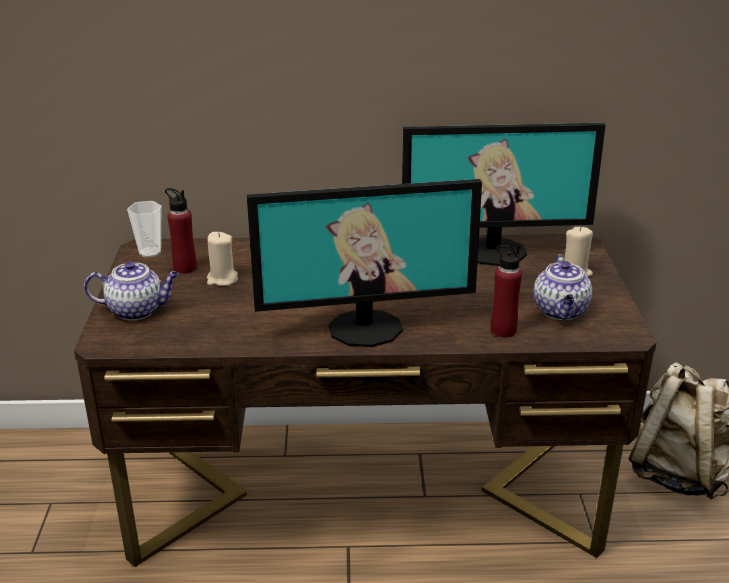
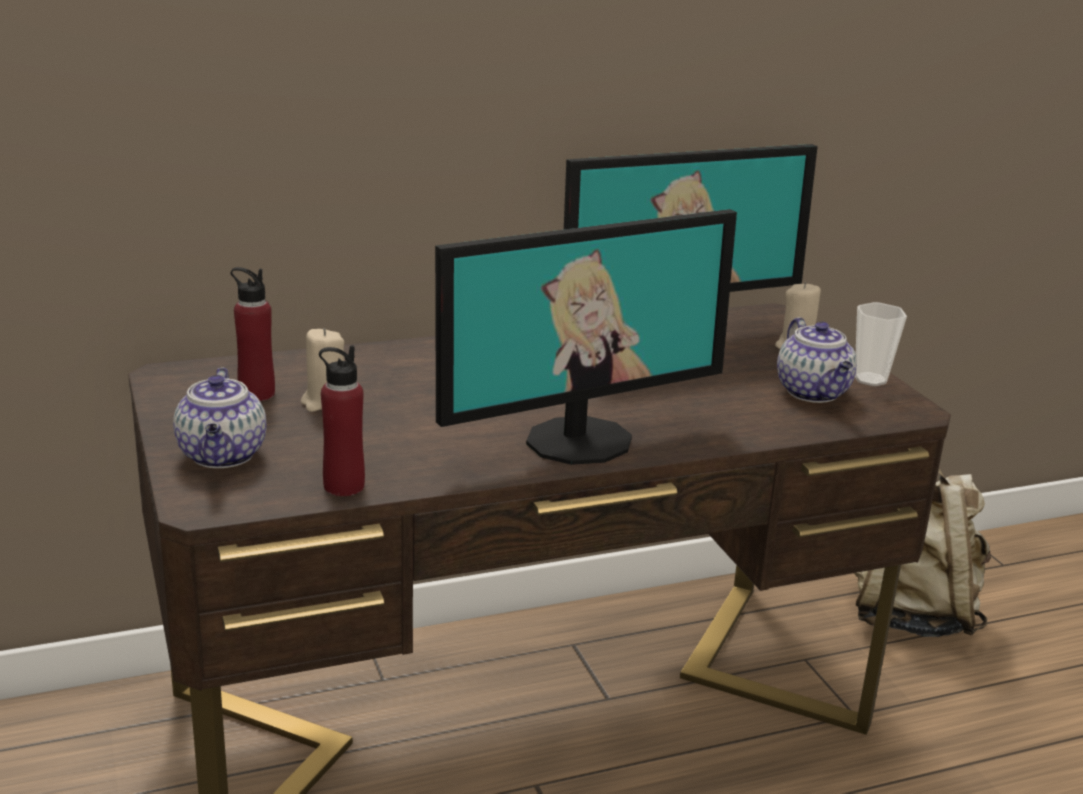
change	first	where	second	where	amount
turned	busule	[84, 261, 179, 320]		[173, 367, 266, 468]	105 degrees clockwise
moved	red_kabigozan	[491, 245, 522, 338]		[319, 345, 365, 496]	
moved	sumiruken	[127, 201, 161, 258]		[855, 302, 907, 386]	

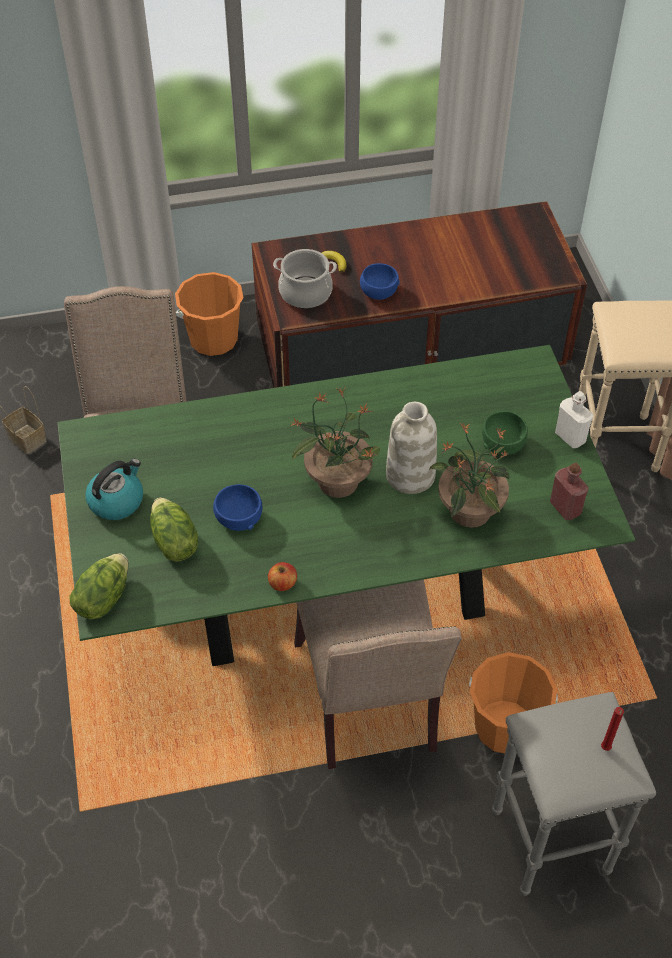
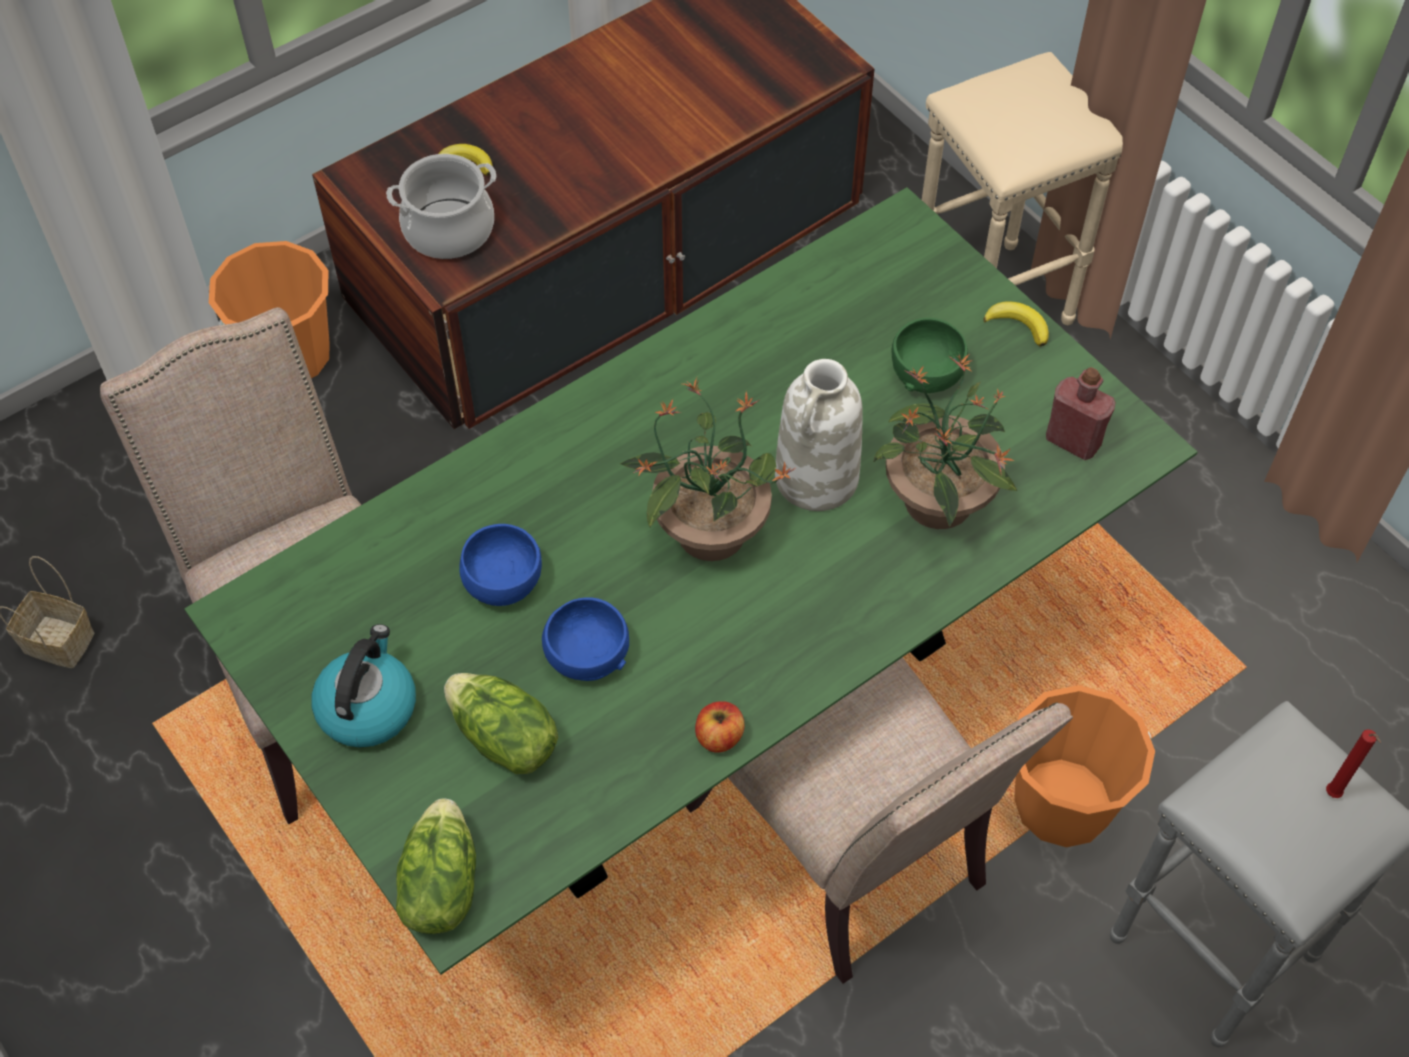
change	first	where	second	where	amount
moved	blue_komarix	[360, 263, 400, 300]		[459, 524, 542, 606]	
replaced	white_kabigozan	[555, 391, 593, 448]	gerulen	[983, 302, 1049, 347]	

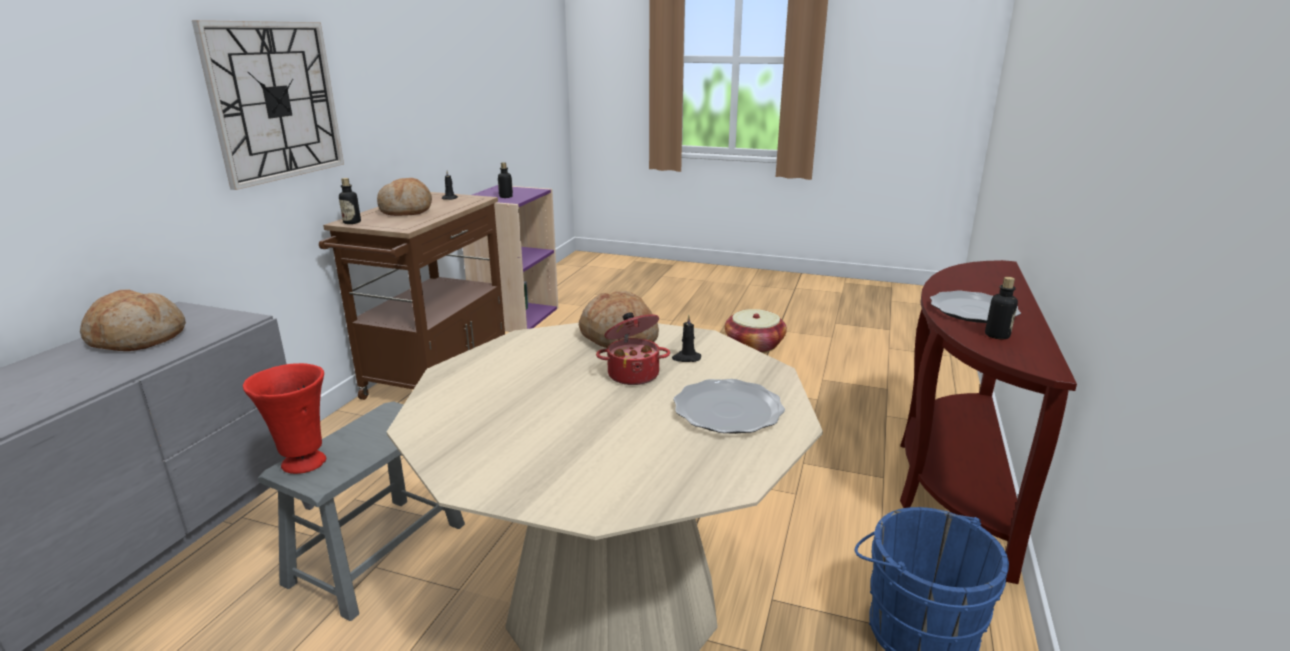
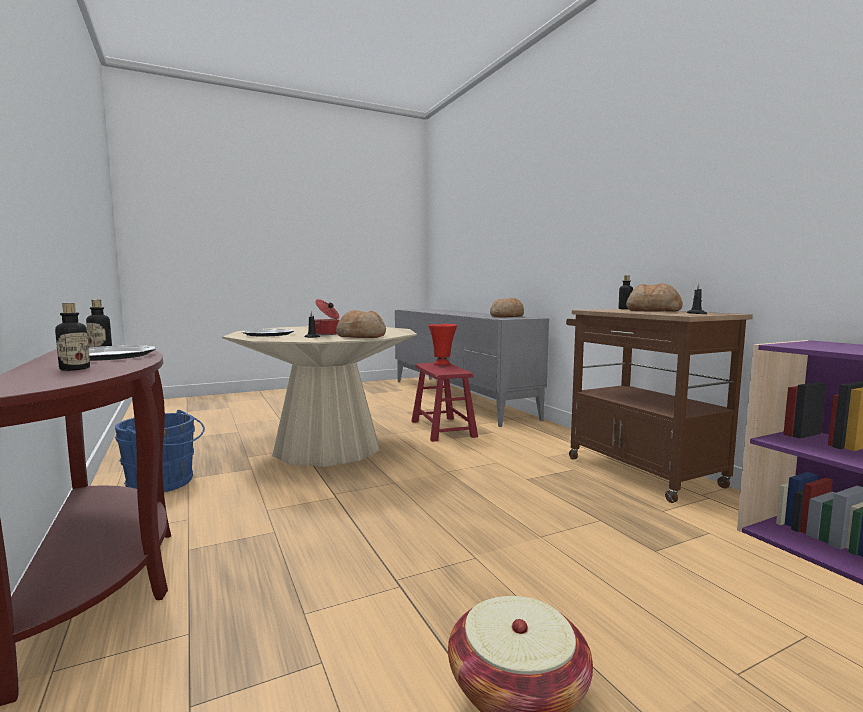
change	first	where	second	where	amount
moved	kabigozan	[498, 163, 513, 198]		[55, 303, 90, 371]	
recoloured	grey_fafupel	[258, 401, 465, 621]	red_fafupel	[411, 363, 478, 442]	
removed	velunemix	[192, 20, 344, 190]			

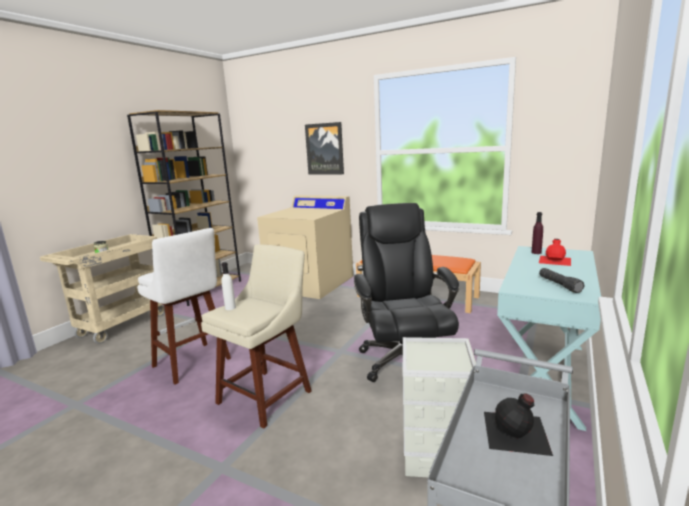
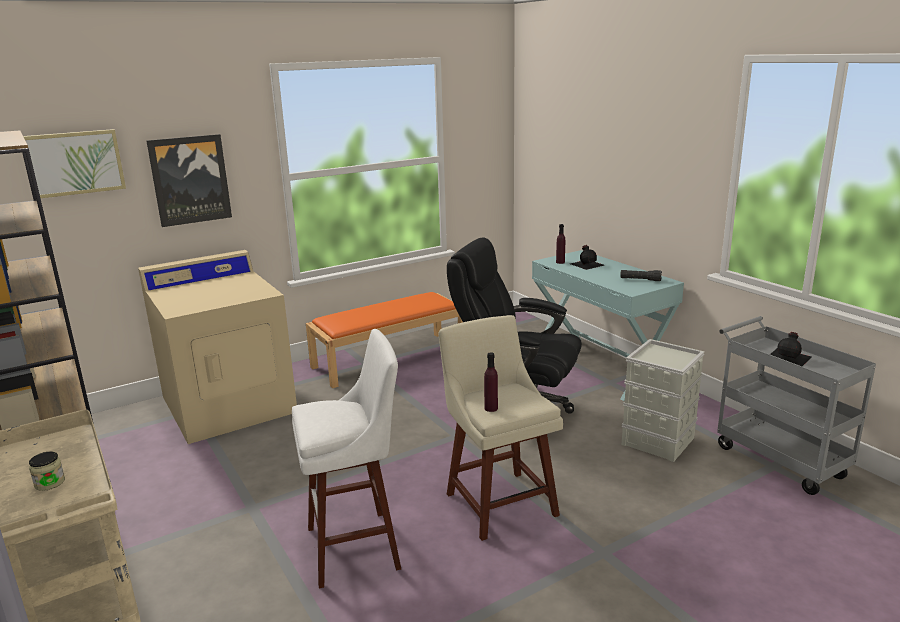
change	first	where	second	where	amount
added			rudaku	[23, 129, 126, 198]	
recoloured	white_kabigozan	[221, 262, 236, 310]	purple_kabigozan	[484, 352, 498, 412]	
recoloured	red_kabigozan	[539, 239, 571, 266]	black_kabigozan	[571, 245, 604, 270]	

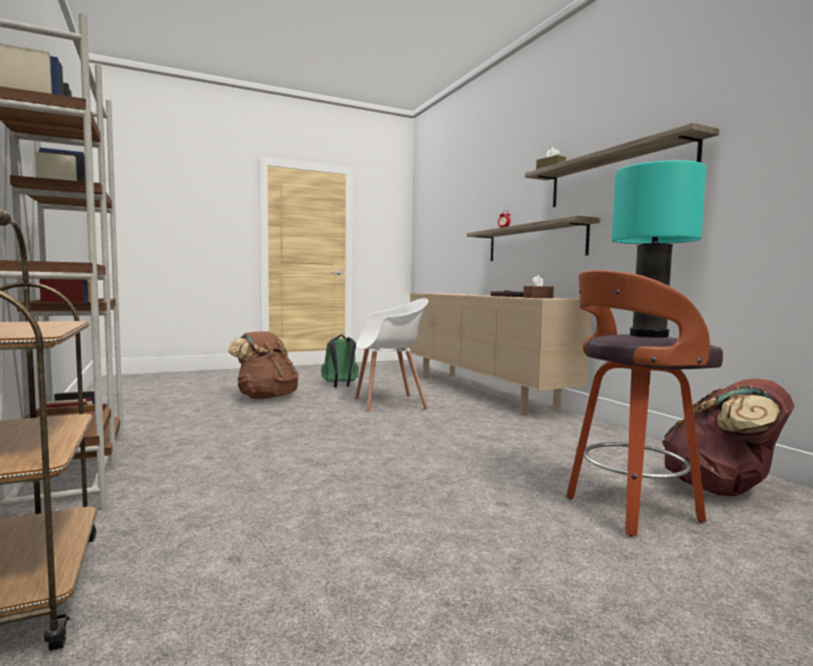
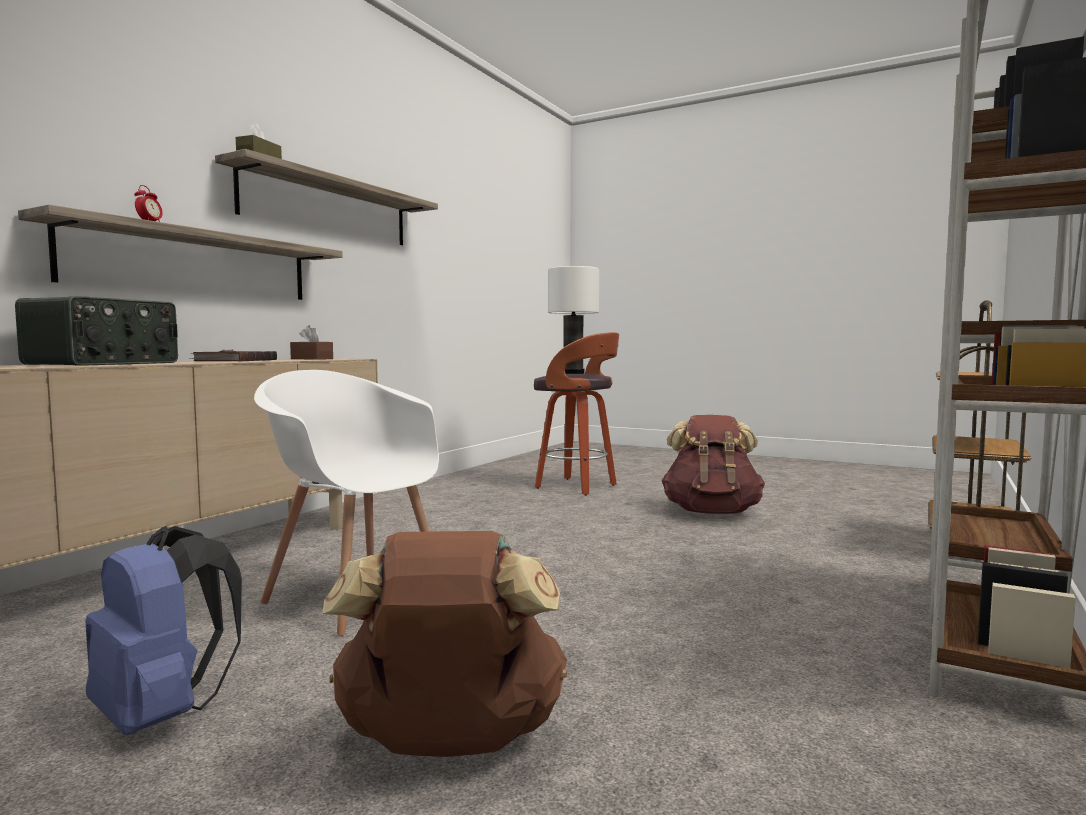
change	first	where	second	where	amount
added			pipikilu	[15, 296, 178, 366]	
recoloured	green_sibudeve	[321, 335, 359, 388]	blue_sibudeve	[85, 526, 242, 735]	
recoloured	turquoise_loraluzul	[612, 160, 706, 338]	white_loraluzul	[548, 266, 599, 374]	
moved	brown_sibudeve	[662, 378, 795, 496]		[662, 415, 765, 514]	

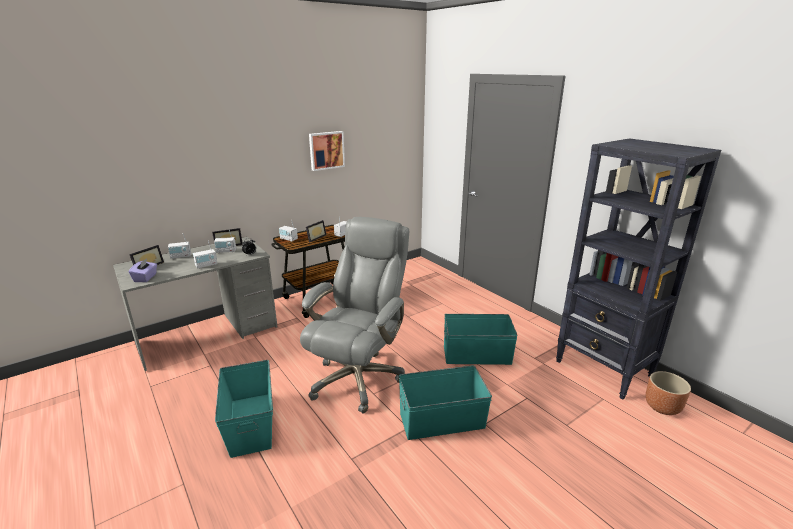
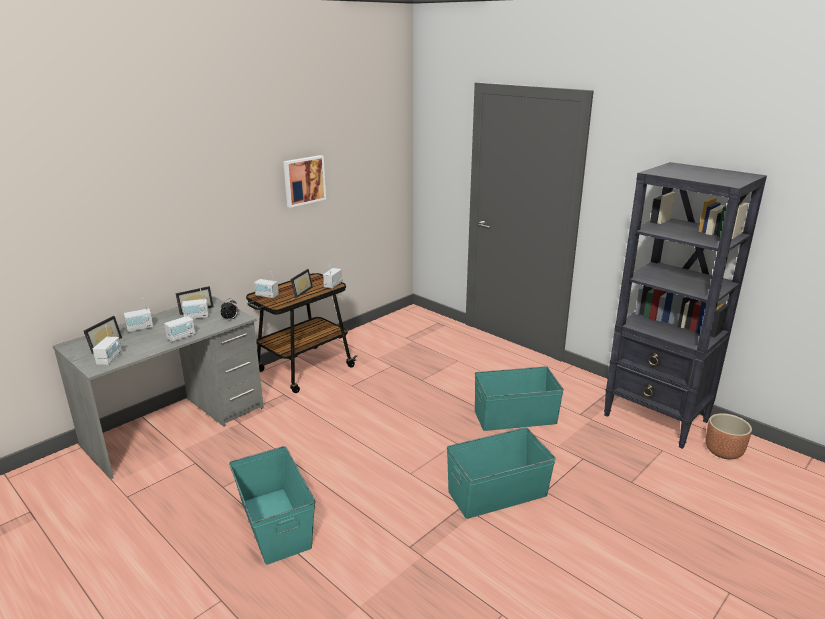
change	first	where	second	where	amount
replaced	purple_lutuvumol	[129, 258, 157, 282]	pipikilu	[93, 325, 122, 365]	
removed	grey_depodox	[300, 217, 409, 413]			

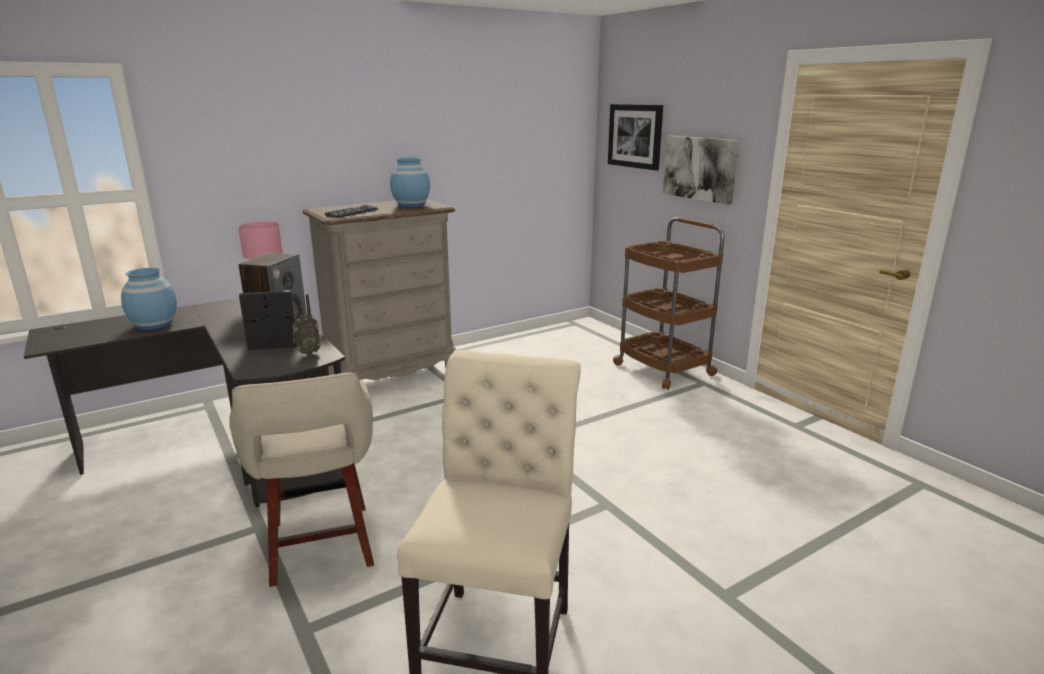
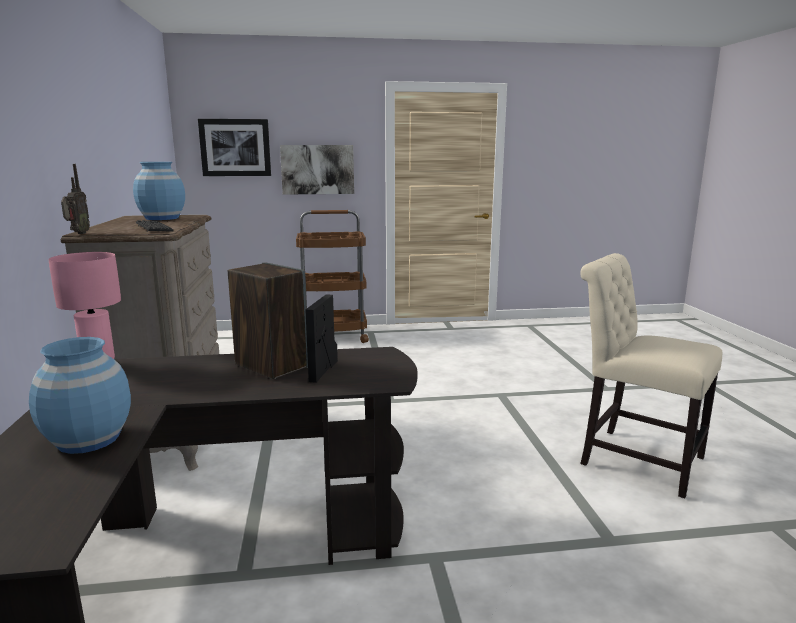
change	first	where	second	where	amount
moved	pipikilu	[292, 294, 321, 355]		[61, 164, 90, 234]	
removed	beige_fafupel	[229, 373, 374, 587]			

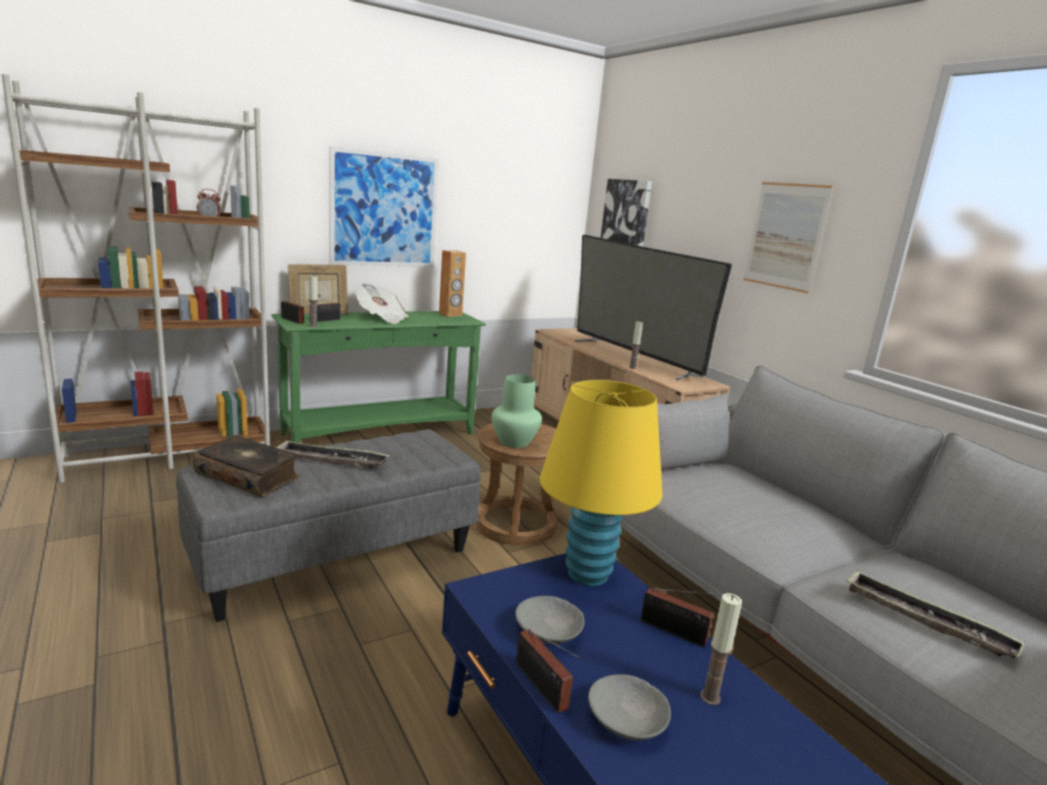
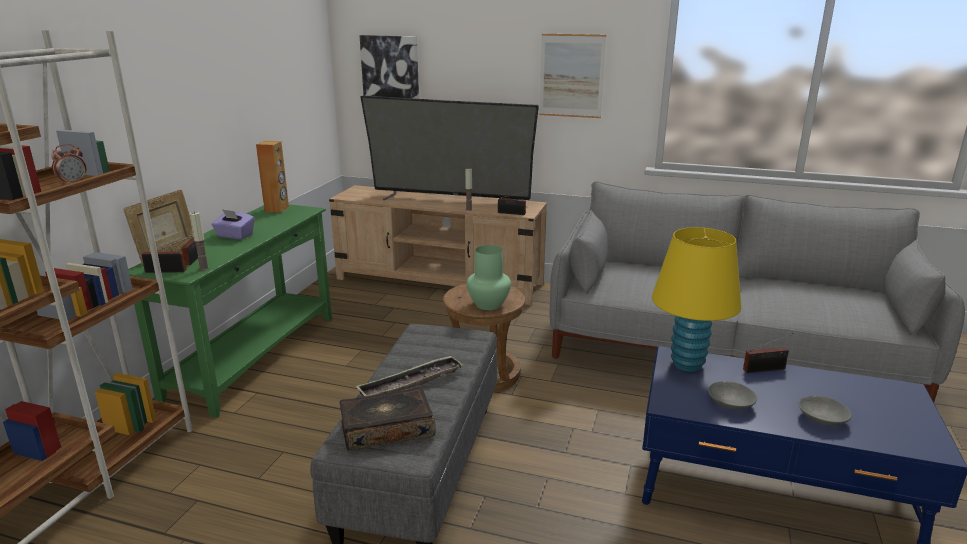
change	first	where	second	where	amount
replaced	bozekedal	[355, 284, 409, 324]	purple_lutuvumol	[212, 209, 254, 240]	
moved	pipikilu	[516, 629, 580, 713]		[498, 191, 526, 215]	
removed	rudaku	[329, 146, 439, 267]			
removed	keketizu	[700, 593, 742, 705]			
removed	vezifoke	[846, 570, 1025, 658]			

